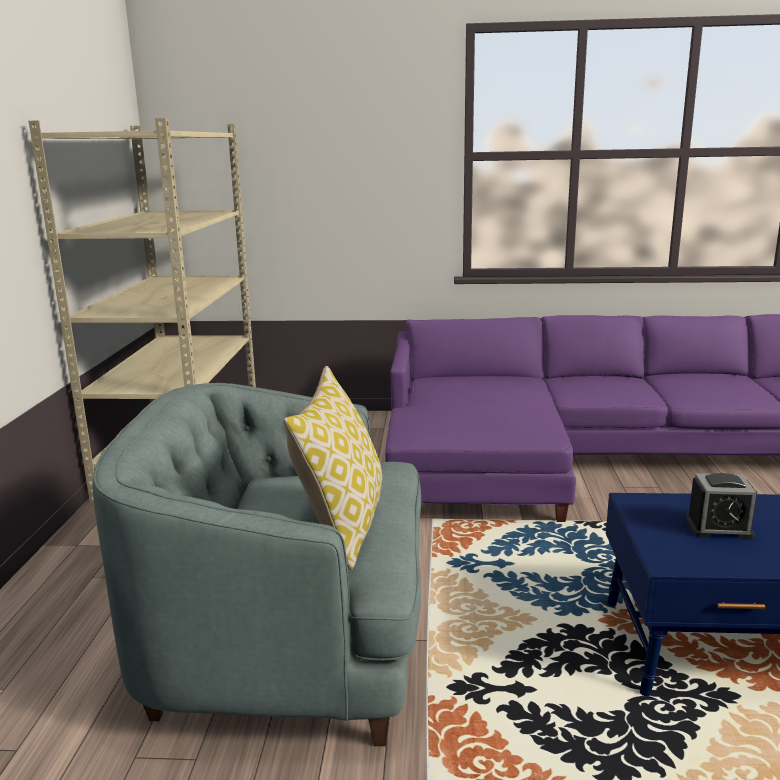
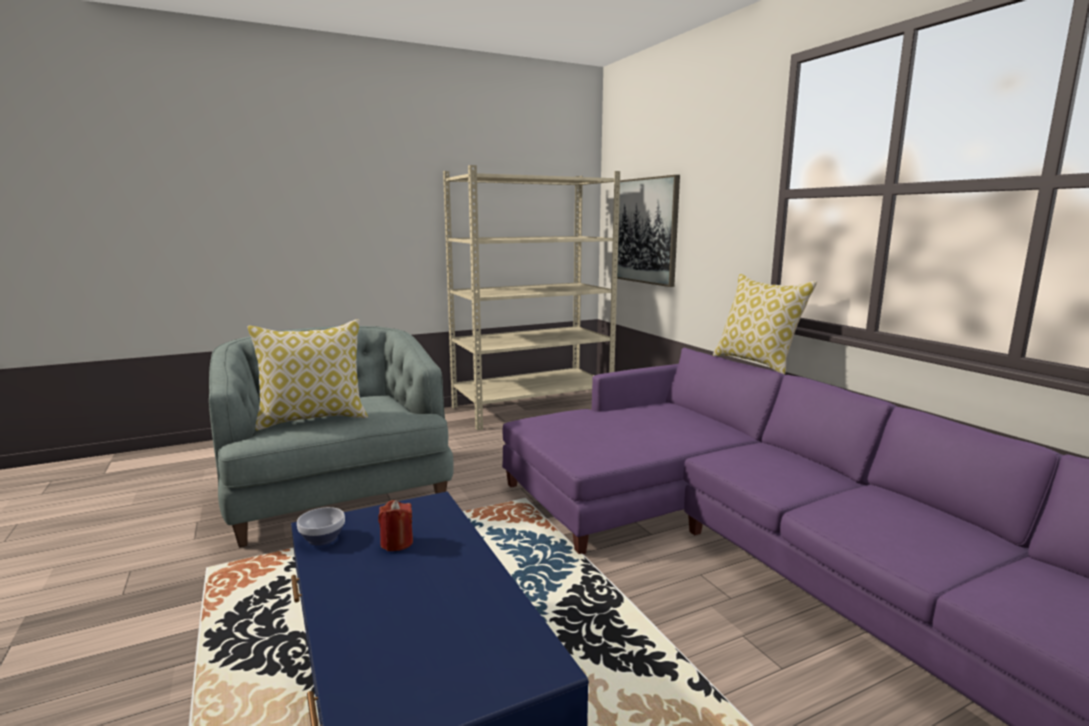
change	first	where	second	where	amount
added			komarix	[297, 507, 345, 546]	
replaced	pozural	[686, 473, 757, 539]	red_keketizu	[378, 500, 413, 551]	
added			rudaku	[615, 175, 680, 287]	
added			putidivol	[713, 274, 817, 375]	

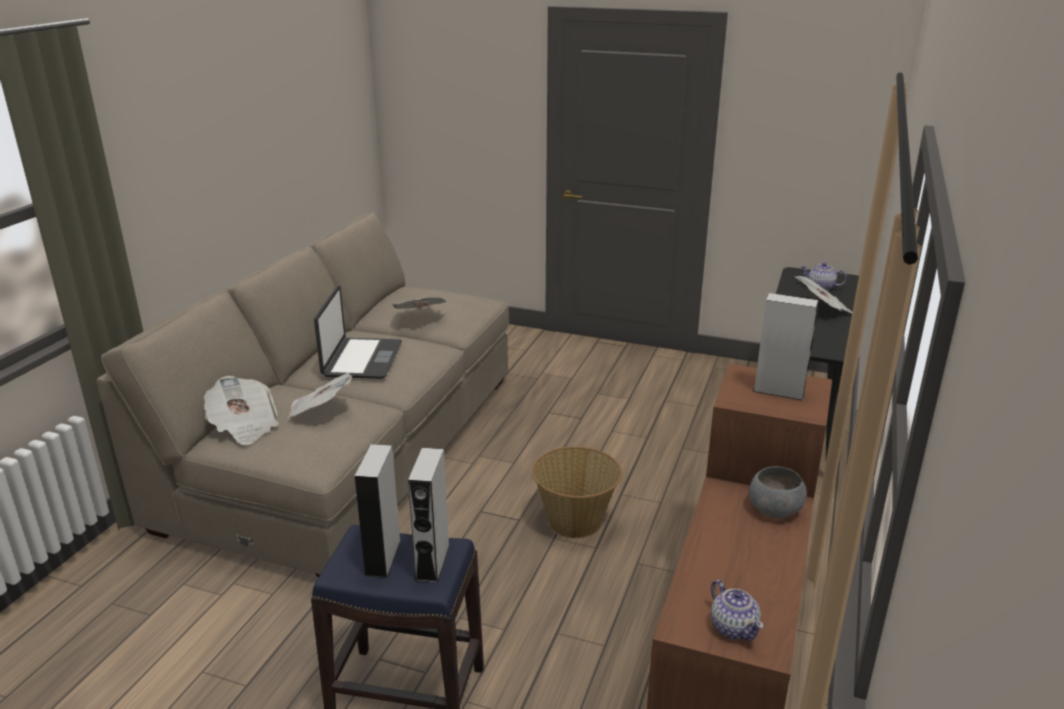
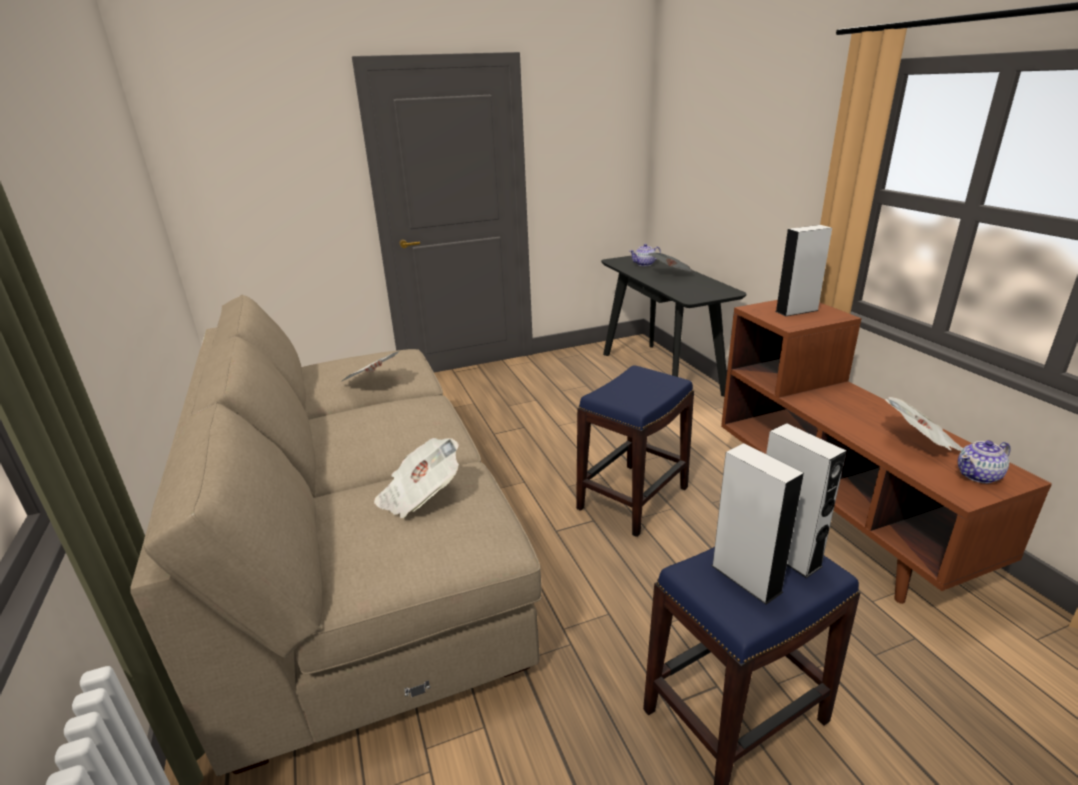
change	first	where	second	where	amount
replaced	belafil	[532, 446, 622, 538]	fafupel	[576, 365, 694, 537]	
moved	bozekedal	[204, 376, 279, 445]		[884, 397, 963, 451]	
turned	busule	[711, 580, 764, 641]		[958, 440, 1011, 483]	135 degrees clockwise
removed	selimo	[314, 286, 402, 379]			
removed	grey_komarix	[749, 466, 807, 518]			

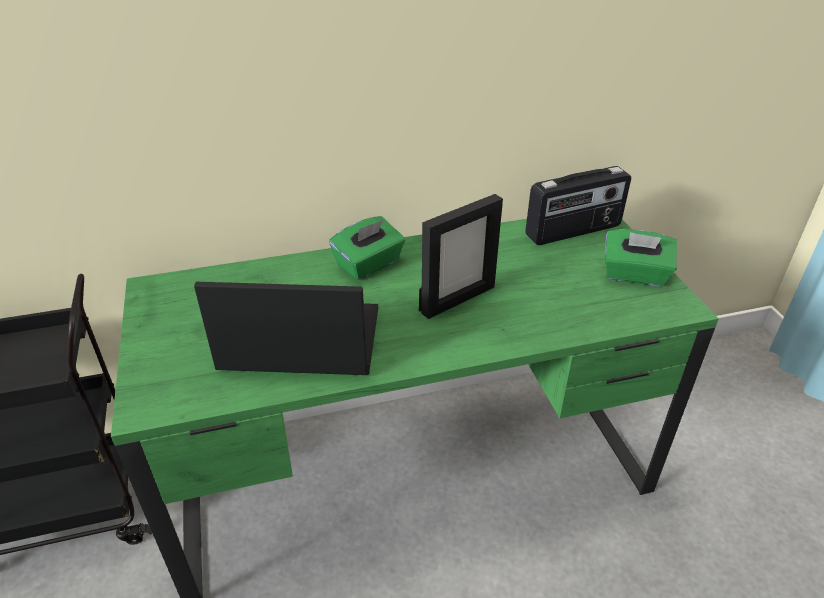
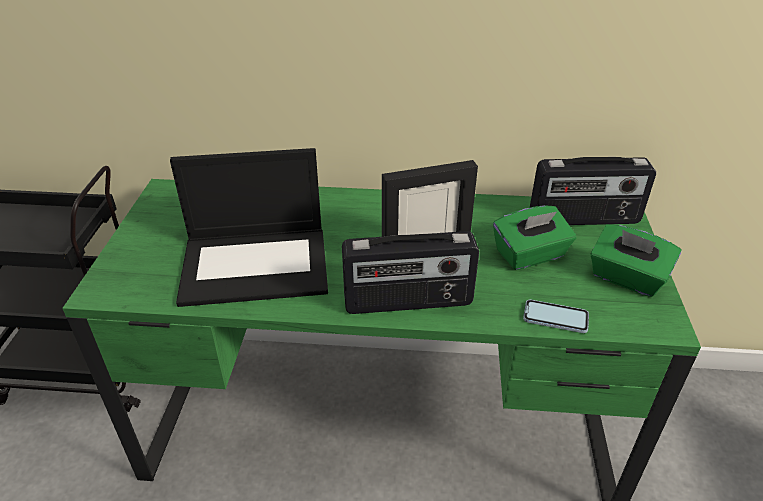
change	first	where	second	where	amount
turned	selimo	[194, 282, 378, 375]		[170, 148, 328, 307]	150 degrees clockwise
added			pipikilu	[342, 231, 479, 314]	
moved	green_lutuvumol	[329, 216, 405, 280]		[493, 205, 576, 270]	
added			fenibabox	[523, 299, 589, 333]	

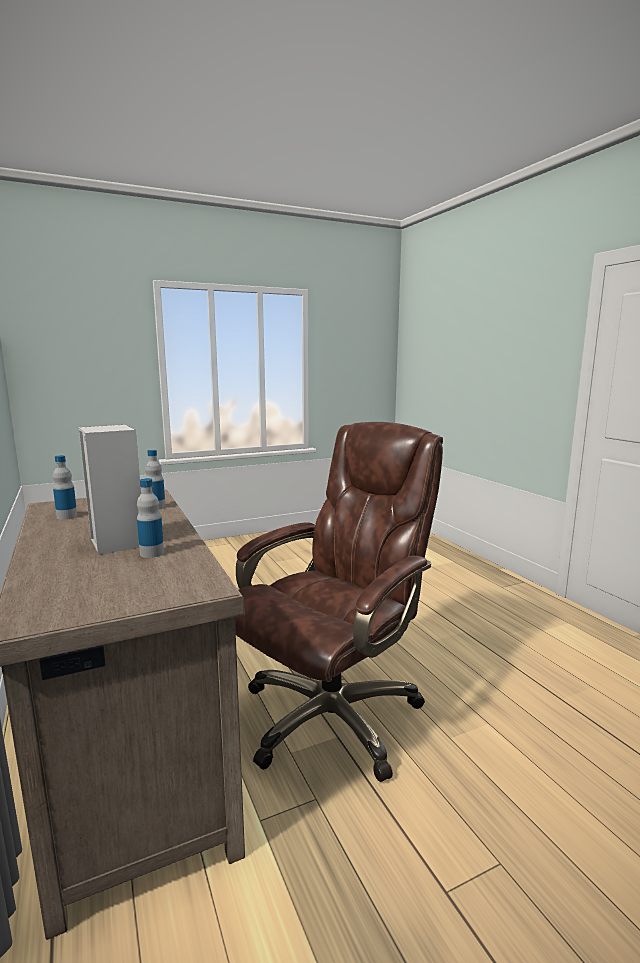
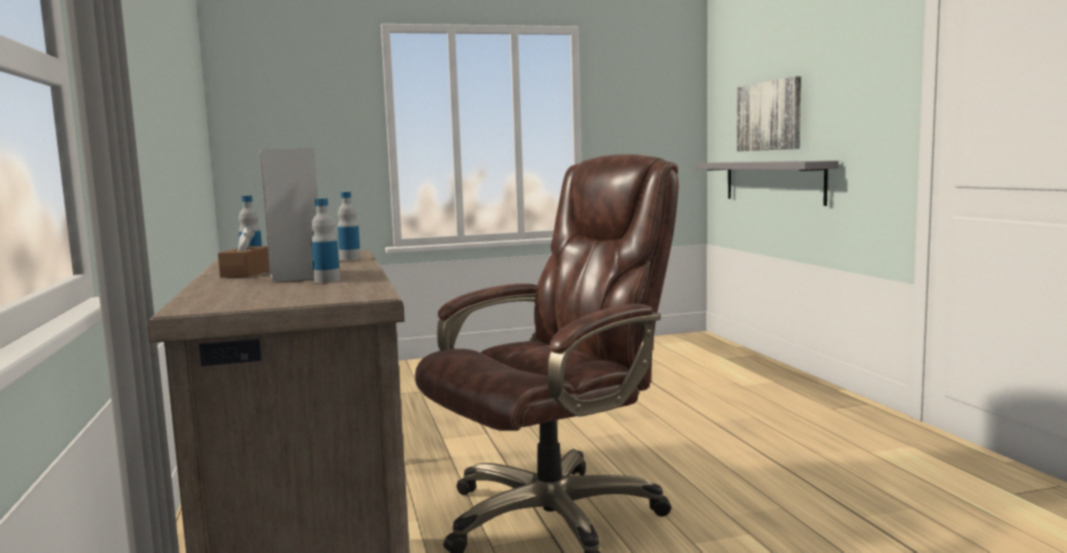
change	first	where	second	where	amount
added			brown_lutuvumol	[218, 226, 270, 278]	
added			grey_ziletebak	[696, 161, 839, 206]	
added			rudaku	[737, 76, 801, 151]	

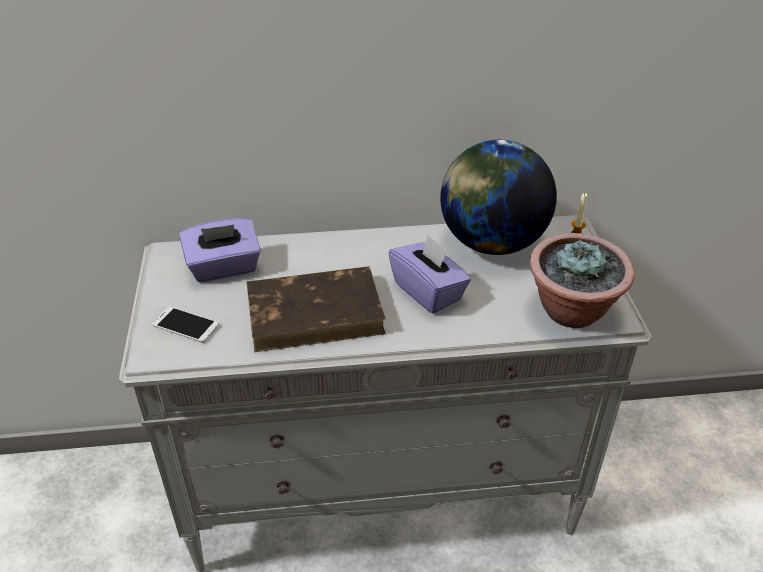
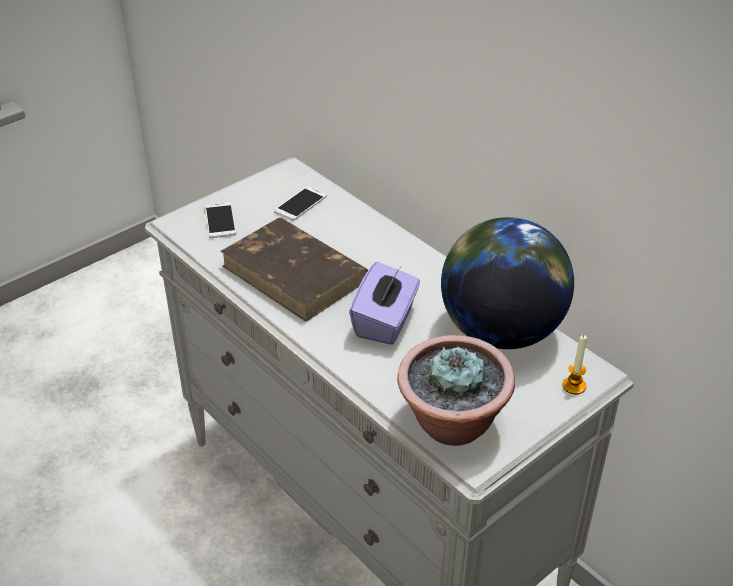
change	first	where	second	where	amount
replaced	purple_lutuvumol	[179, 218, 261, 282]	fenibabox	[274, 187, 327, 221]	

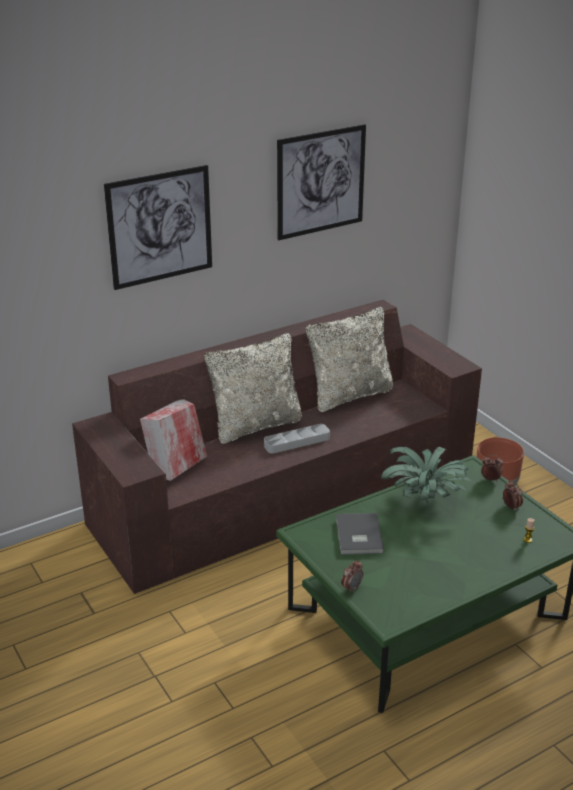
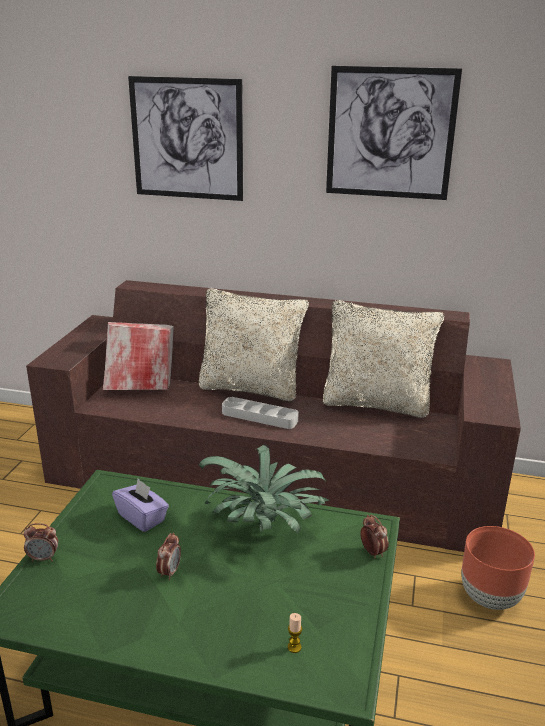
change	first	where	second	where	amount
replaced	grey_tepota	[336, 513, 384, 555]	purple_lutuvumol	[112, 479, 169, 532]	
moved	pozural	[503, 481, 523, 511]		[156, 533, 181, 580]	

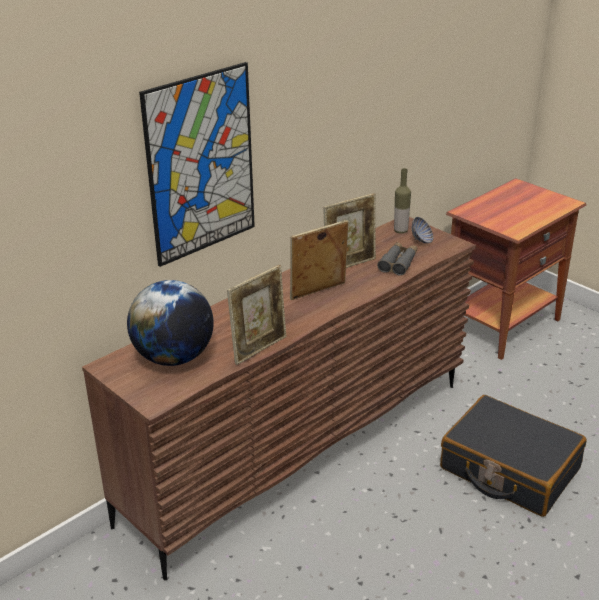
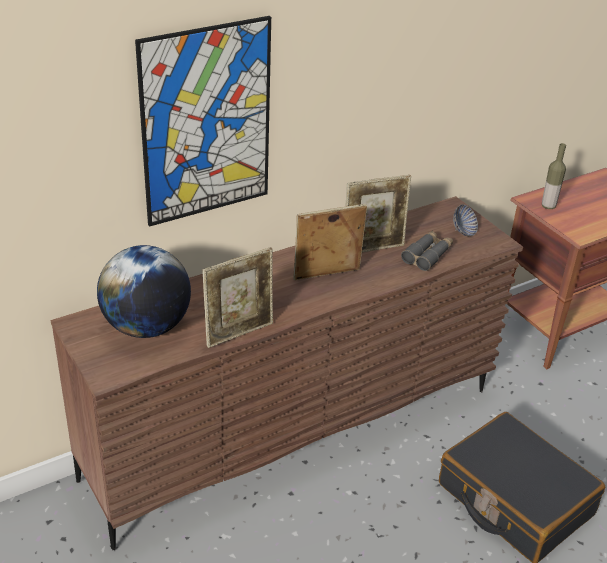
change	first	where	second	where	amount
moved	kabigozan	[394, 168, 411, 234]		[542, 143, 566, 209]	

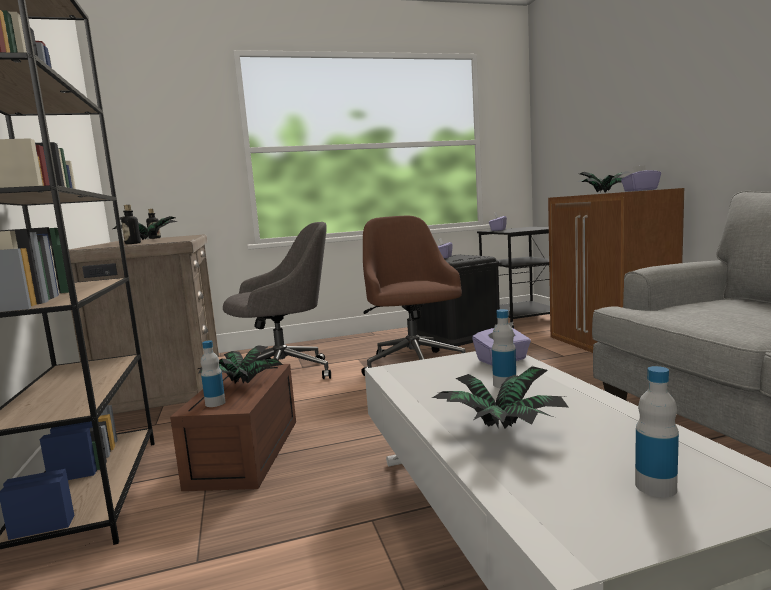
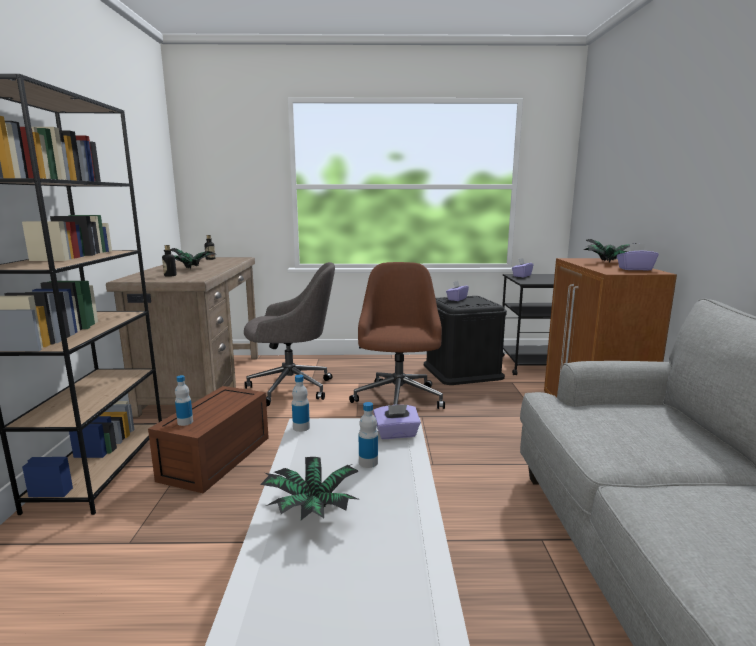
change	first	where	second	where	amount
moved	kabigozan	[635, 366, 679, 497]		[292, 375, 310, 432]	
removed	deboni	[198, 345, 283, 383]			

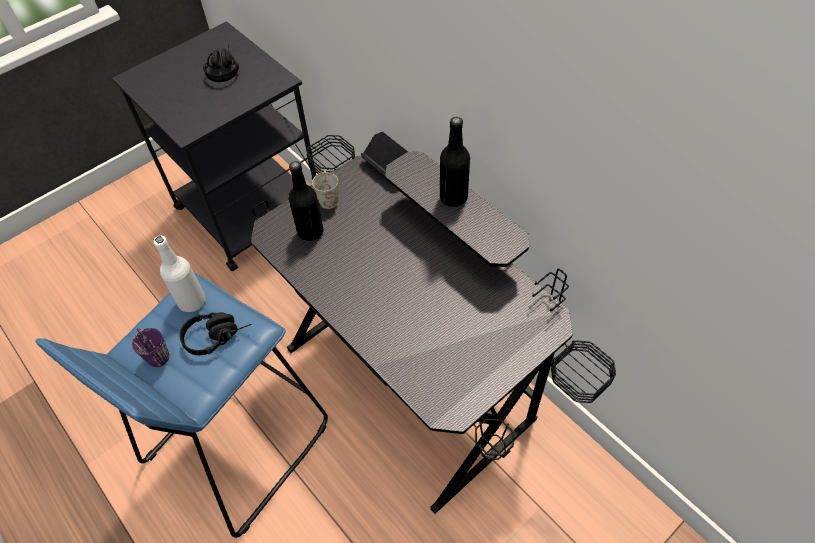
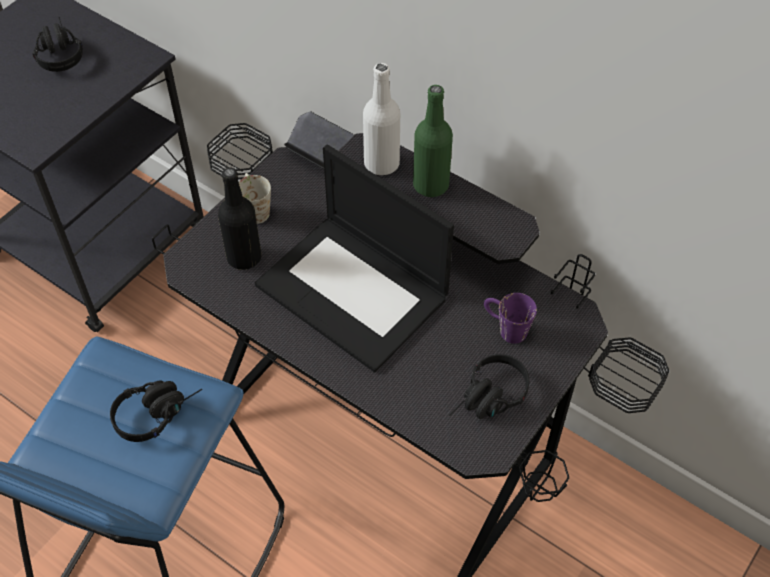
change	first	where	second	where	amount
added			selimo	[255, 145, 454, 372]	
moved	white_kabigozan	[154, 236, 205, 312]		[363, 63, 400, 175]	
recoloured	black_kabigozan	[440, 117, 470, 207]	green_kabigozan	[413, 85, 453, 197]	
added			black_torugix	[449, 354, 529, 419]	
moved	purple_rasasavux	[132, 328, 169, 367]		[484, 293, 537, 344]	

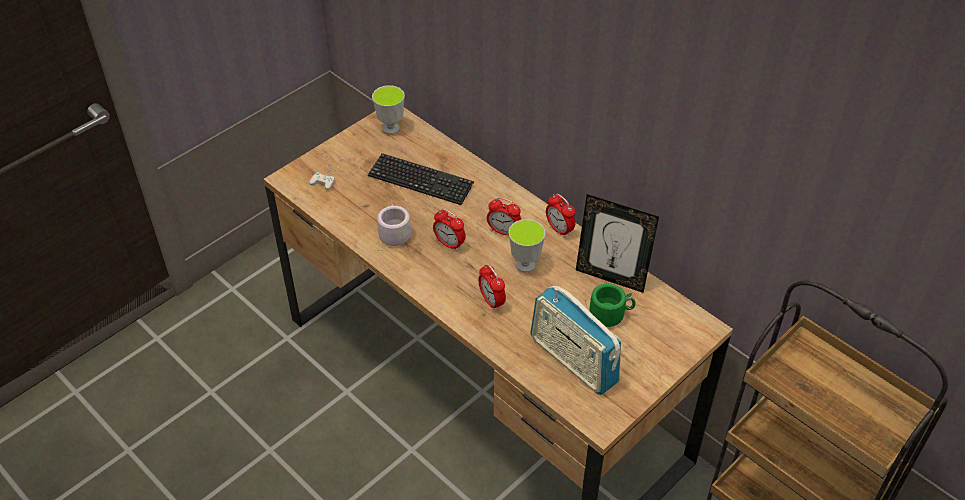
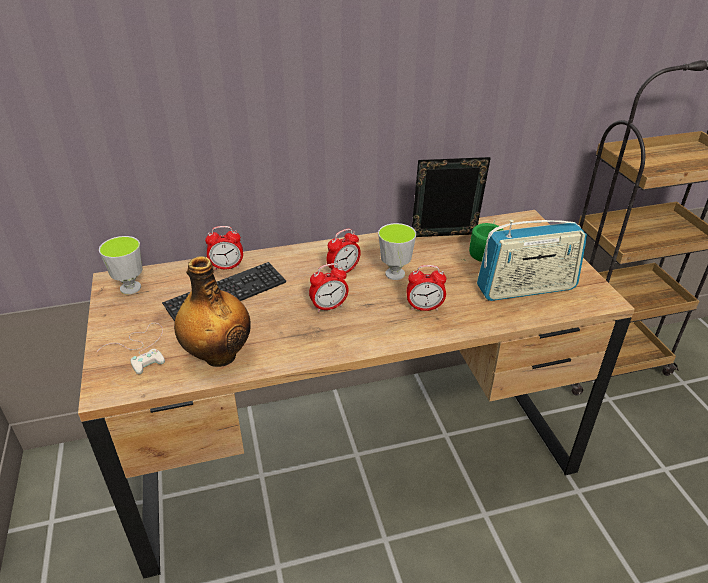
change	first	where	second	where	amount
added			kabigozan	[174, 256, 251, 367]	
moved	pozural	[546, 194, 576, 238]		[205, 226, 243, 270]	
turned	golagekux	[576, 194, 659, 293]		[412, 157, 491, 237]	150 degrees counterclockwise
removed	grey_rasasavux	[376, 201, 411, 251]			

